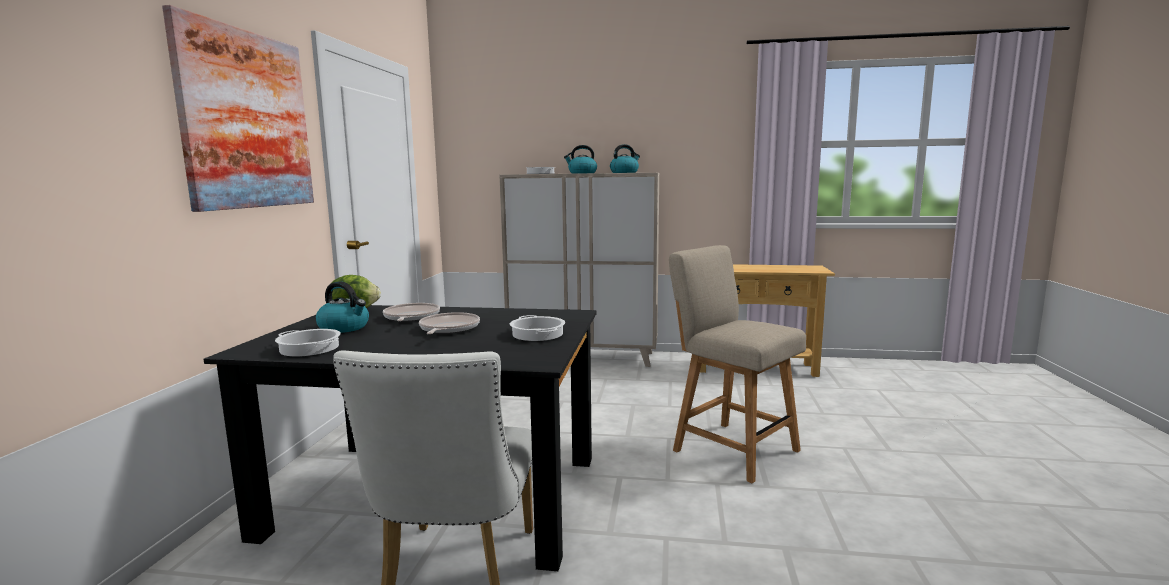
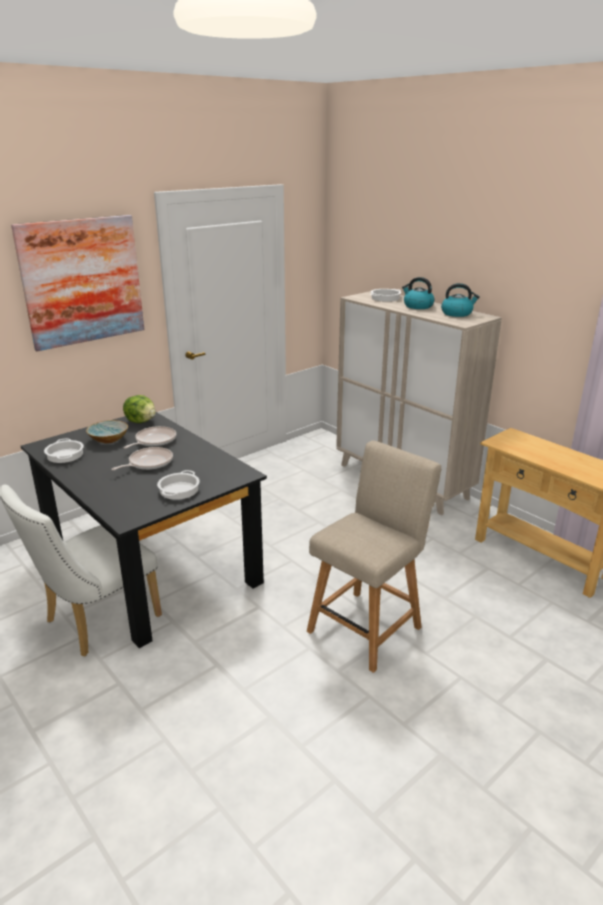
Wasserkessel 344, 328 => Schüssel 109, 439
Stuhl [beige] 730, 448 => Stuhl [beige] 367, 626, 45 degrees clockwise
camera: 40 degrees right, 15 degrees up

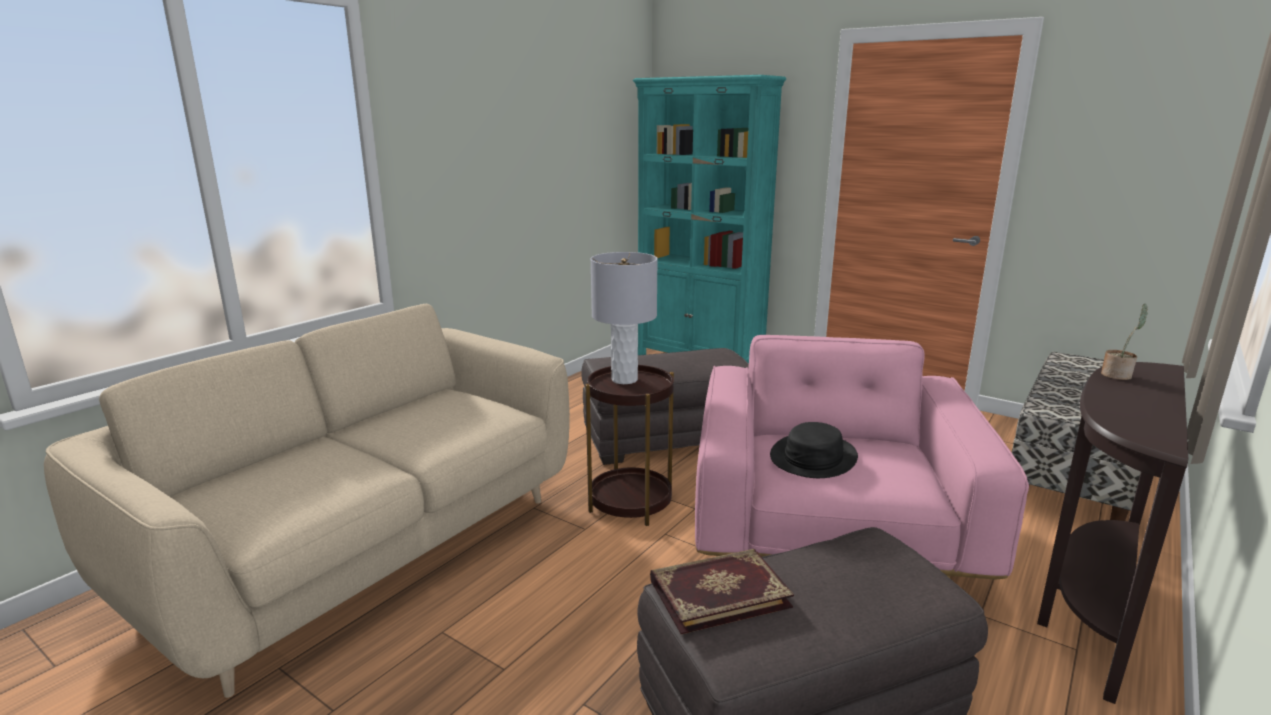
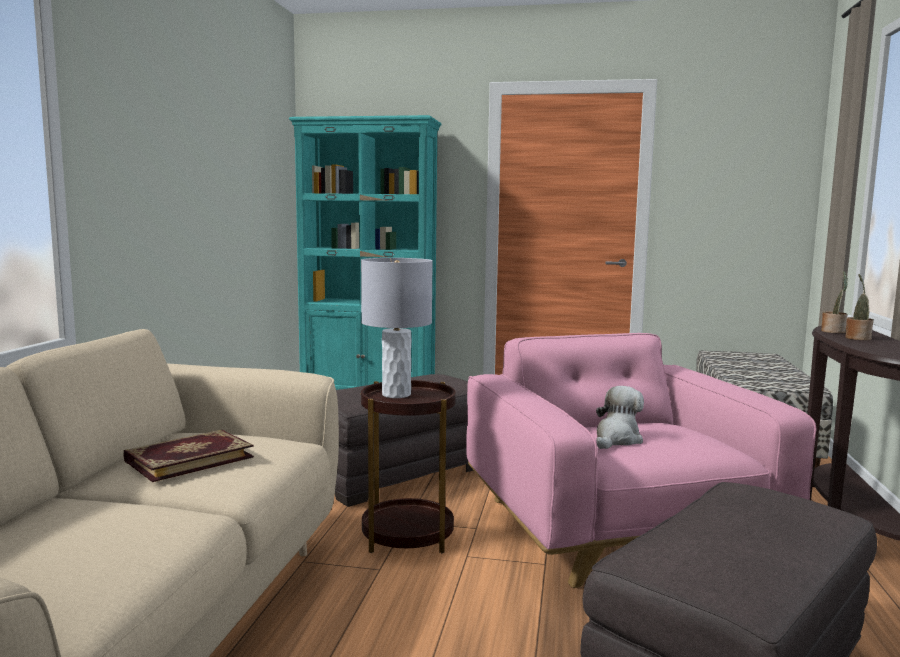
Buch 718, 592 => Buch 188, 458, moved
Hut [schwarz] 813, 457 => Plüschtier 616, 439
nothing => Topfpflanze 857, 338
camera: 25 degrees left, 10 degrees down

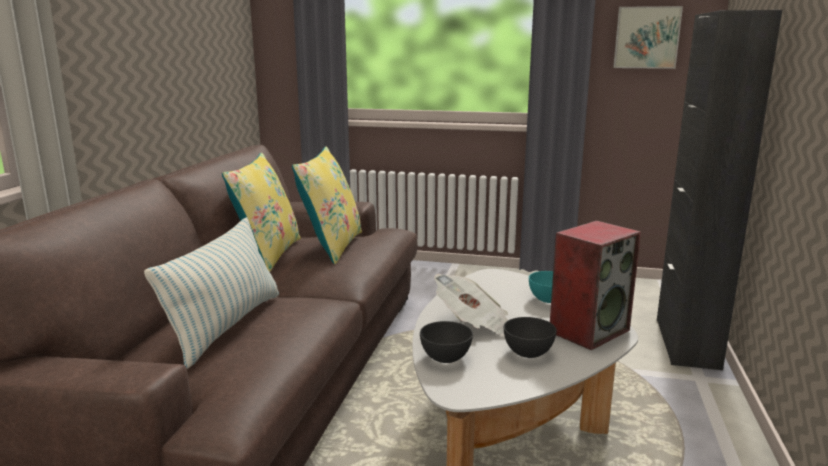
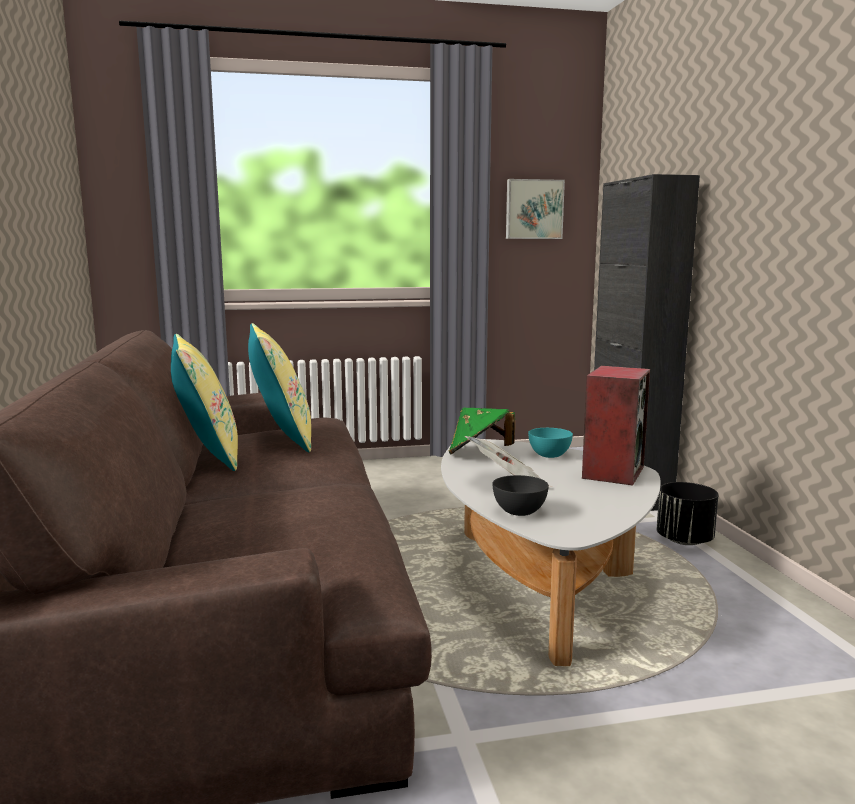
nothing => Hut [grün] 479, 453
nothing => Pflanzkübel [schwarz] 684, 540
Kissen 226, 326 => nothing
Schüssel [grau] 528, 353 => nothing
camera: 25 degrees left, 5 degrees down

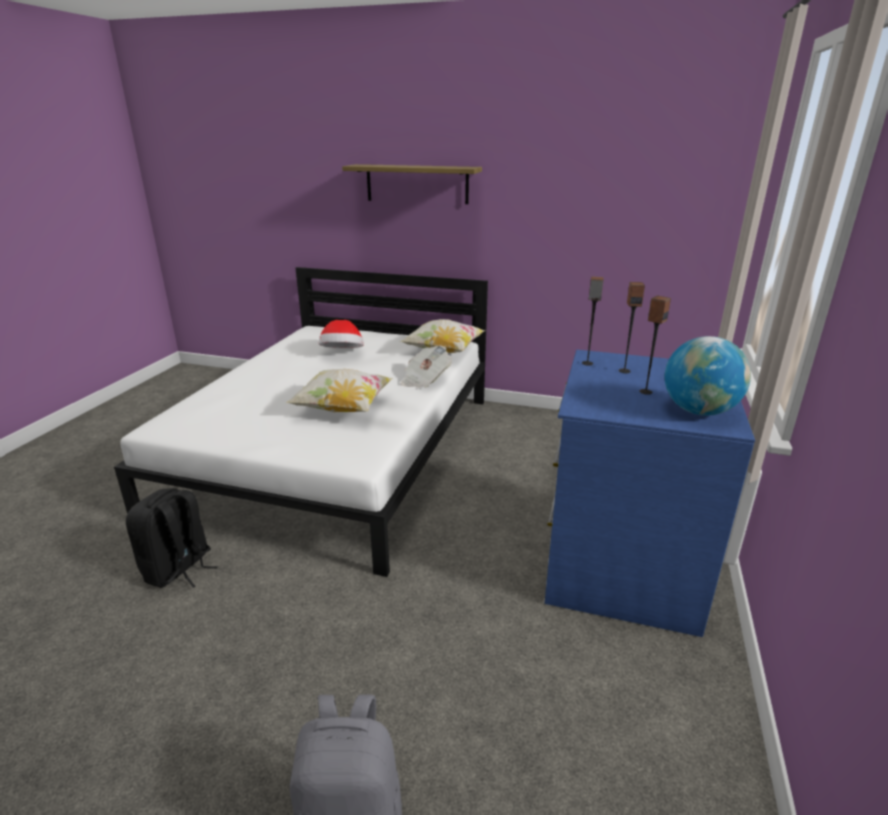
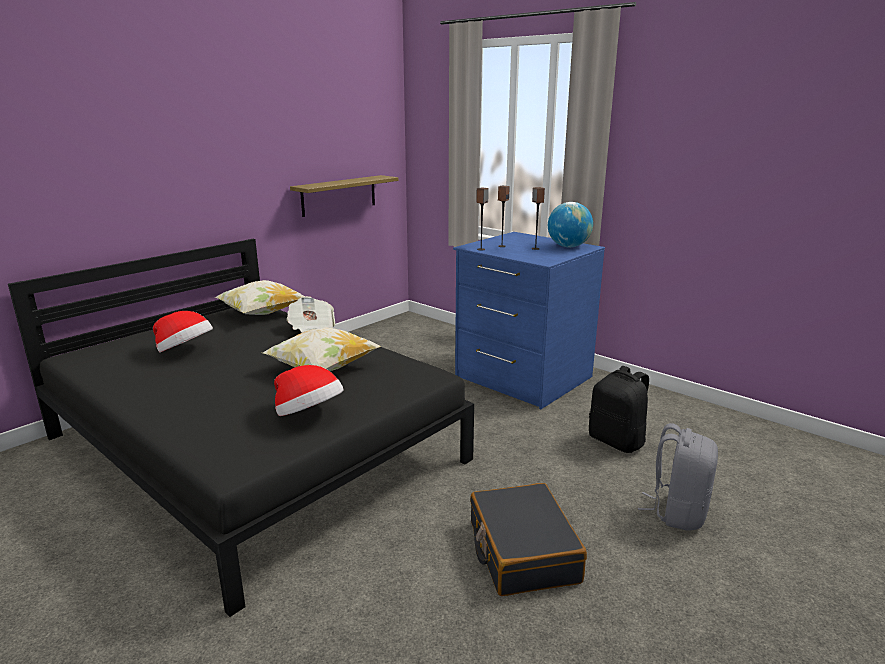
Bett [weiß] 339, 451 => Bett [schwarz] 254, 447
nothing => Hut 309, 415
Wandregal 417, 184 => Wandregal 339, 195, moved
nothing => Koffer [schwarz] 522, 551
Rucksack [schwarz] 178, 569 => Rucksack [schwarz] 617, 441, moved
camera: 65 degrees left, 5 degrees down

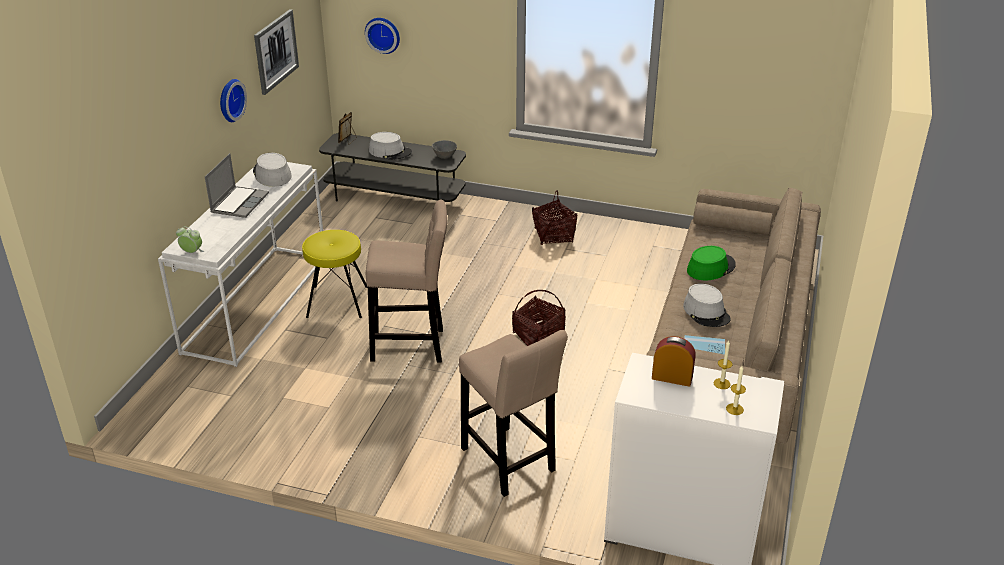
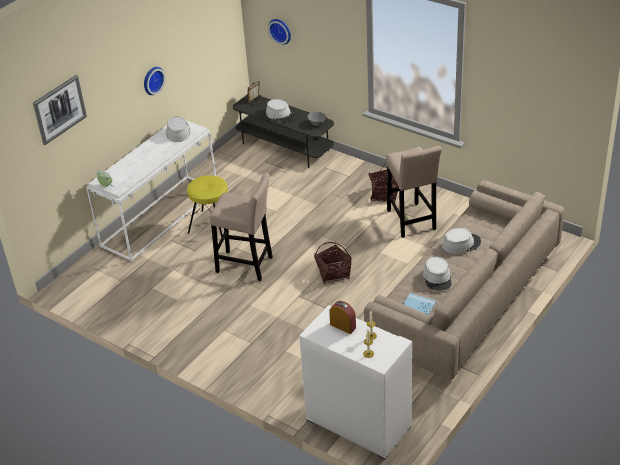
Bild 275, 51 => Bild 59, 109, moved
Hocker [beige] 509, 463 => Hocker [beige] 411, 222, moved
Hut [grün] 710, 268 => Hut [grau] 461, 244
Laptop 239, 203 => nothing
camera: 20 degrees right, 5 degrees up

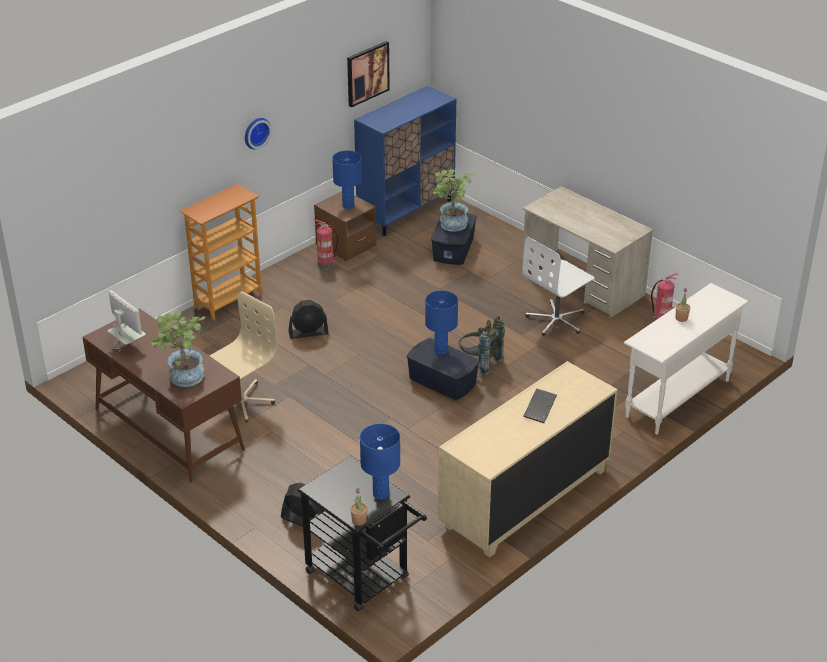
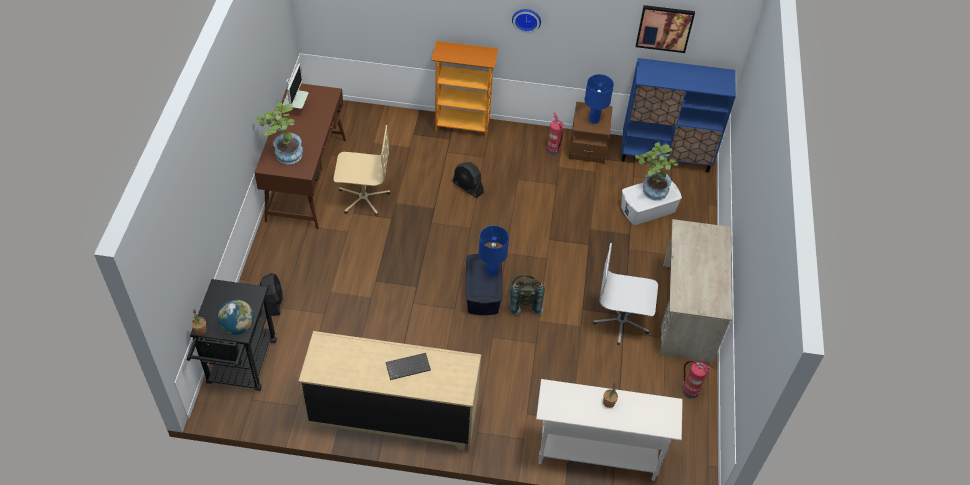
Tischlampe [blau] 381, 494 => Globus 238, 326
Aufbewahrungsbox [blau] 454, 249 => Aufbewahrungsbox [weiß] 648, 209
camera: 50 degrees right, 15 degrees up

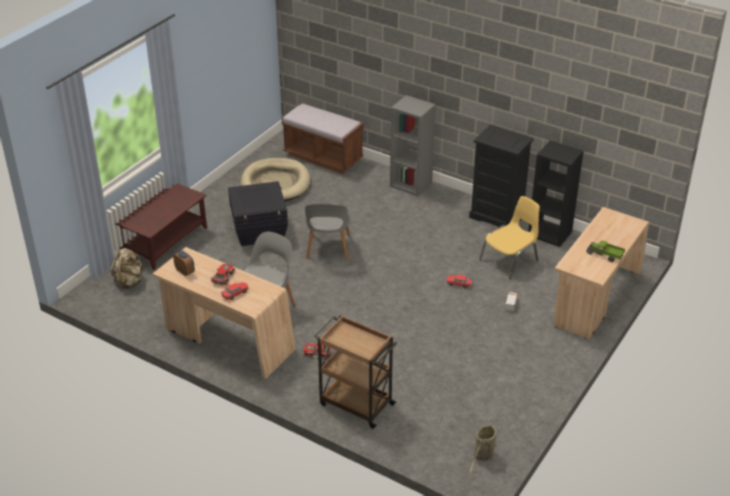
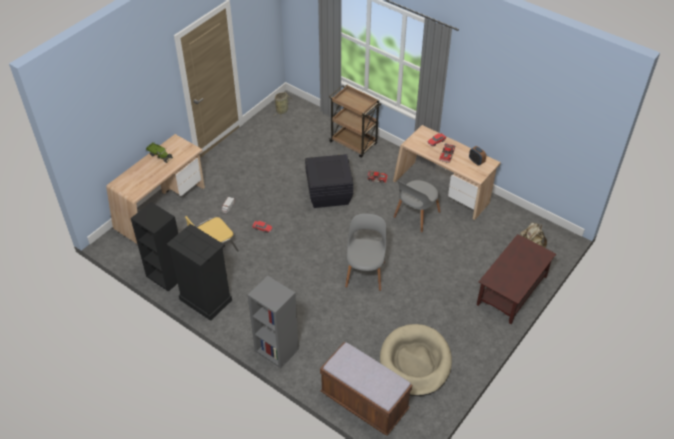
Aufbewahrungsbox [schwarz] 260, 231 => Aufbewahrungsbox [schwarz] 328, 193, moved
camera: 175 degrees left, 10 degrees up

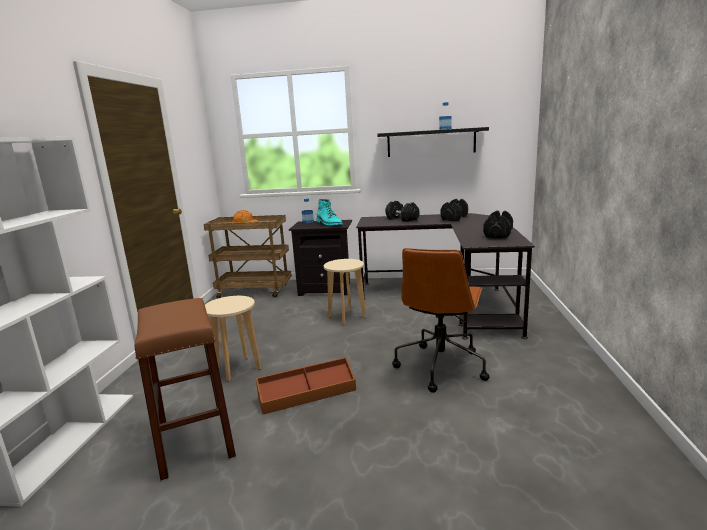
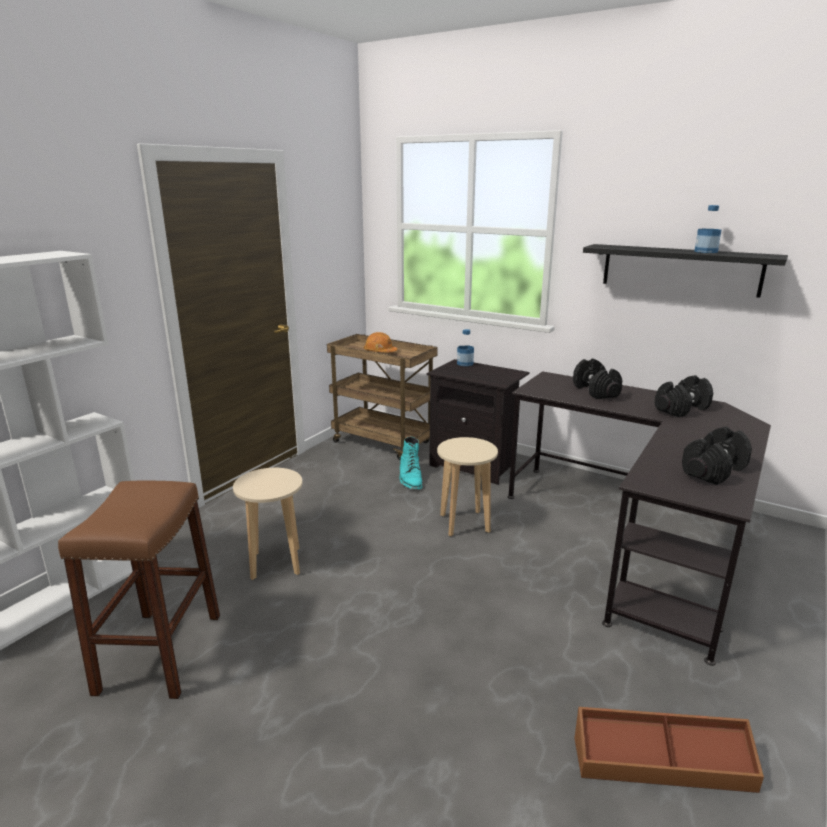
Stiefel [türkis] 329, 224 => Stiefel [türkis] 410, 478, moved
Aufbewahrungsbox [braun] 307, 394 => Aufbewahrungsbox [braun] 661, 762, moved
Bürostuhl [braun] 440, 366 => nothing
camera: 25 degrees right, 5 degrees up

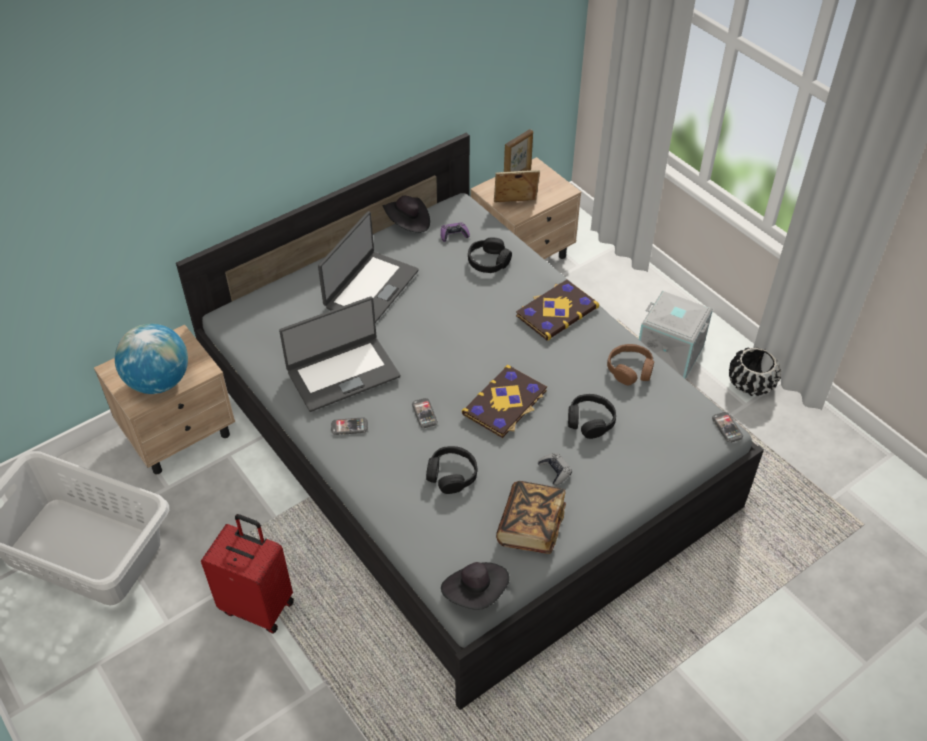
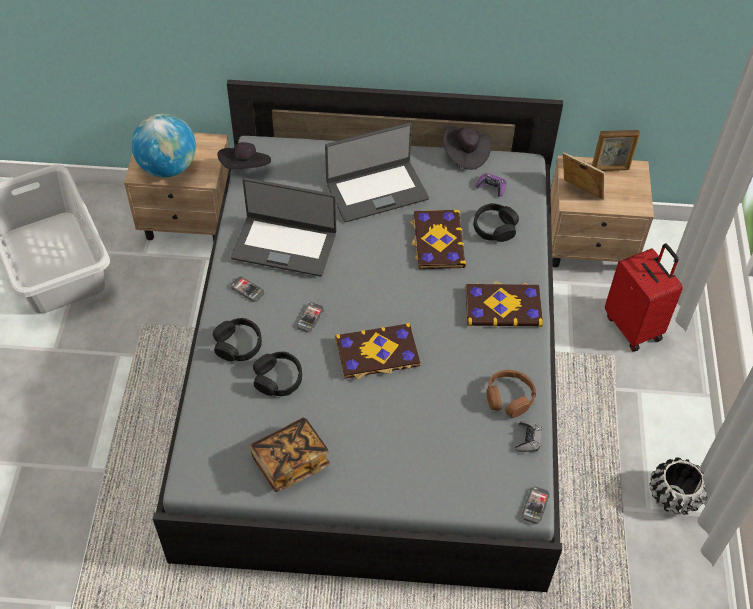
Kopfhörer [schwarz] 590, 421 => Kopfhörer [schwarz] 238, 345, moved
Hut [schwarz] 476, 593 => Hut [schwarz] 246, 168, moved
nothing => Buch 437, 241
Gamepad [grau] 555, 470 => Gamepad [grau] 528, 439, moved
Koffer [rot] 259, 605 => Koffer [rot] 634, 327, moved
Aufbewahrungsbox [grau] 670, 353 => nothing
camera: 40 degrees right, 5 degrees up

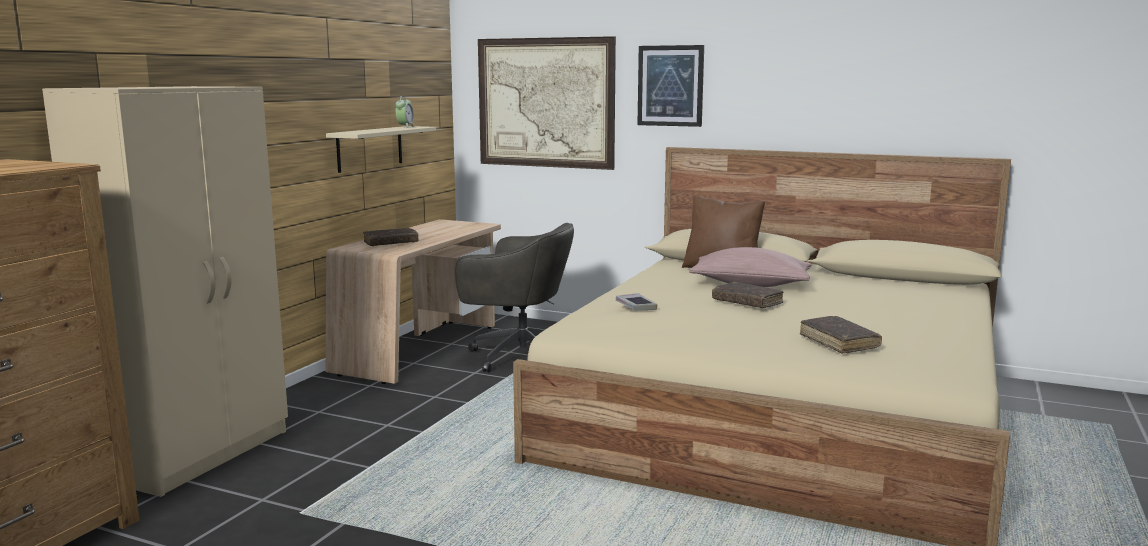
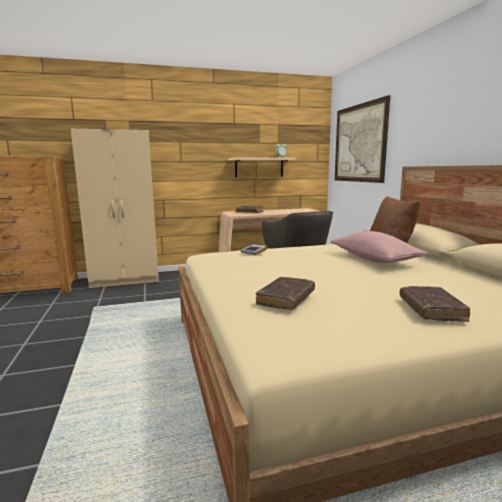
Buch [braun] 747, 302 => Buch [braun] 431, 310, moved
Bild 670, 86 => nothing
camera: 50 degrees right, 0 degrees up

